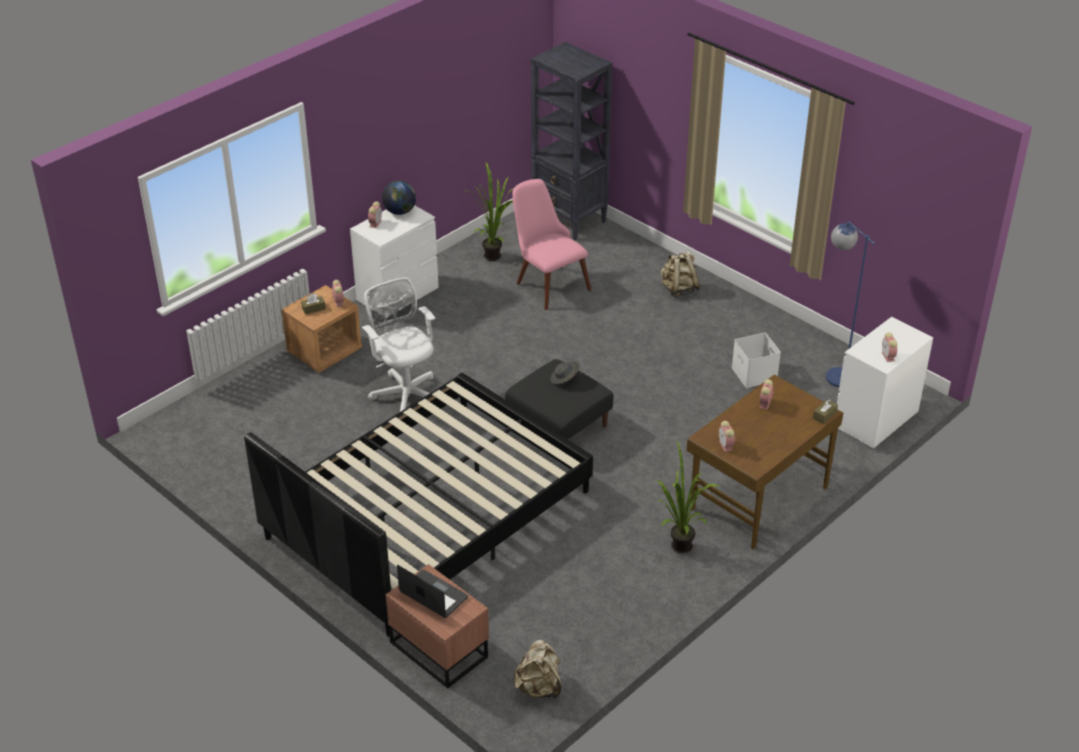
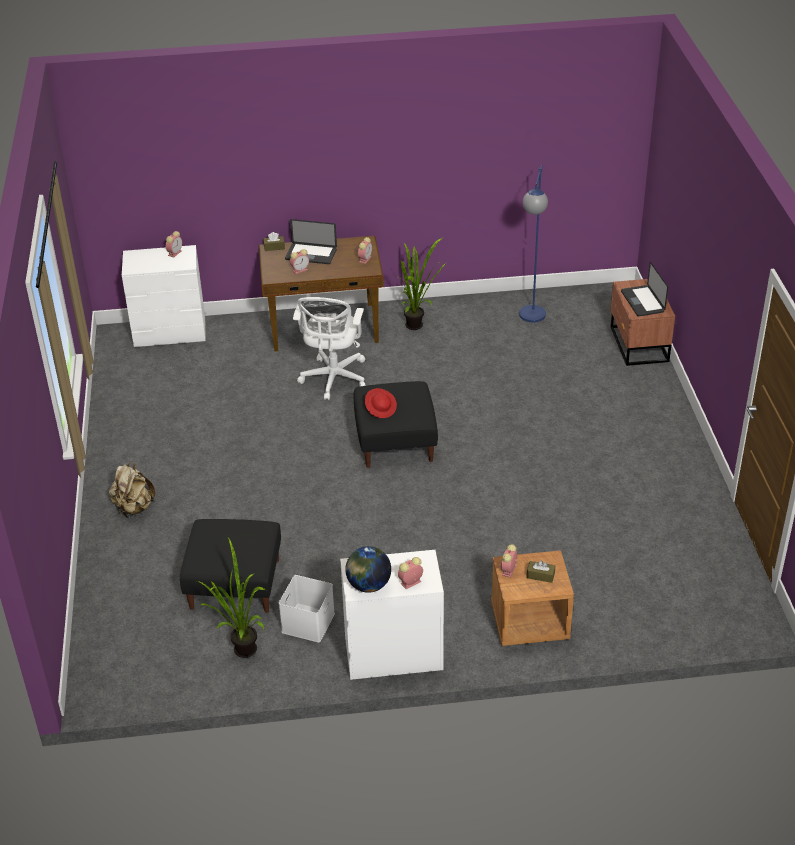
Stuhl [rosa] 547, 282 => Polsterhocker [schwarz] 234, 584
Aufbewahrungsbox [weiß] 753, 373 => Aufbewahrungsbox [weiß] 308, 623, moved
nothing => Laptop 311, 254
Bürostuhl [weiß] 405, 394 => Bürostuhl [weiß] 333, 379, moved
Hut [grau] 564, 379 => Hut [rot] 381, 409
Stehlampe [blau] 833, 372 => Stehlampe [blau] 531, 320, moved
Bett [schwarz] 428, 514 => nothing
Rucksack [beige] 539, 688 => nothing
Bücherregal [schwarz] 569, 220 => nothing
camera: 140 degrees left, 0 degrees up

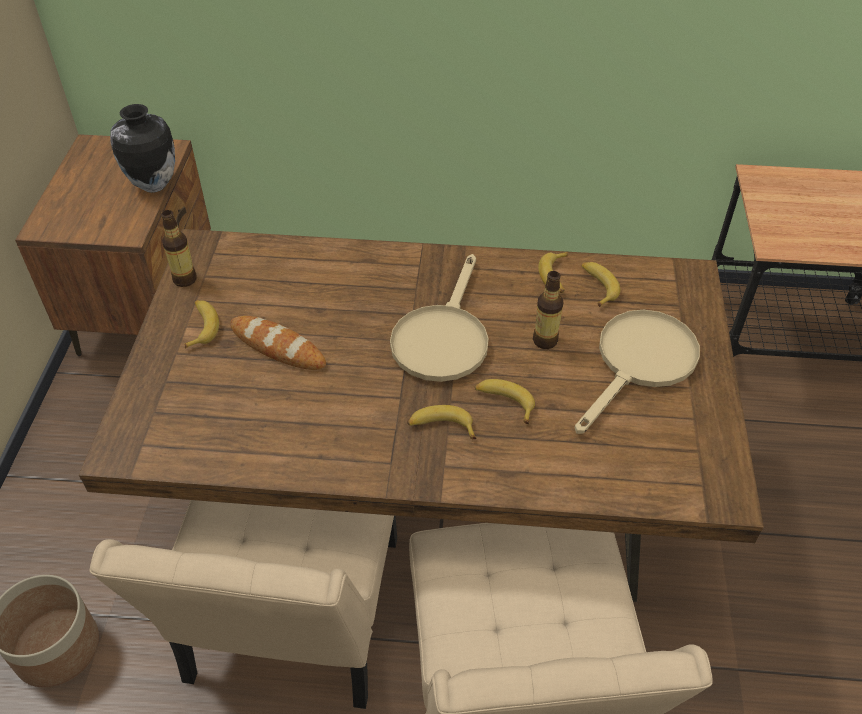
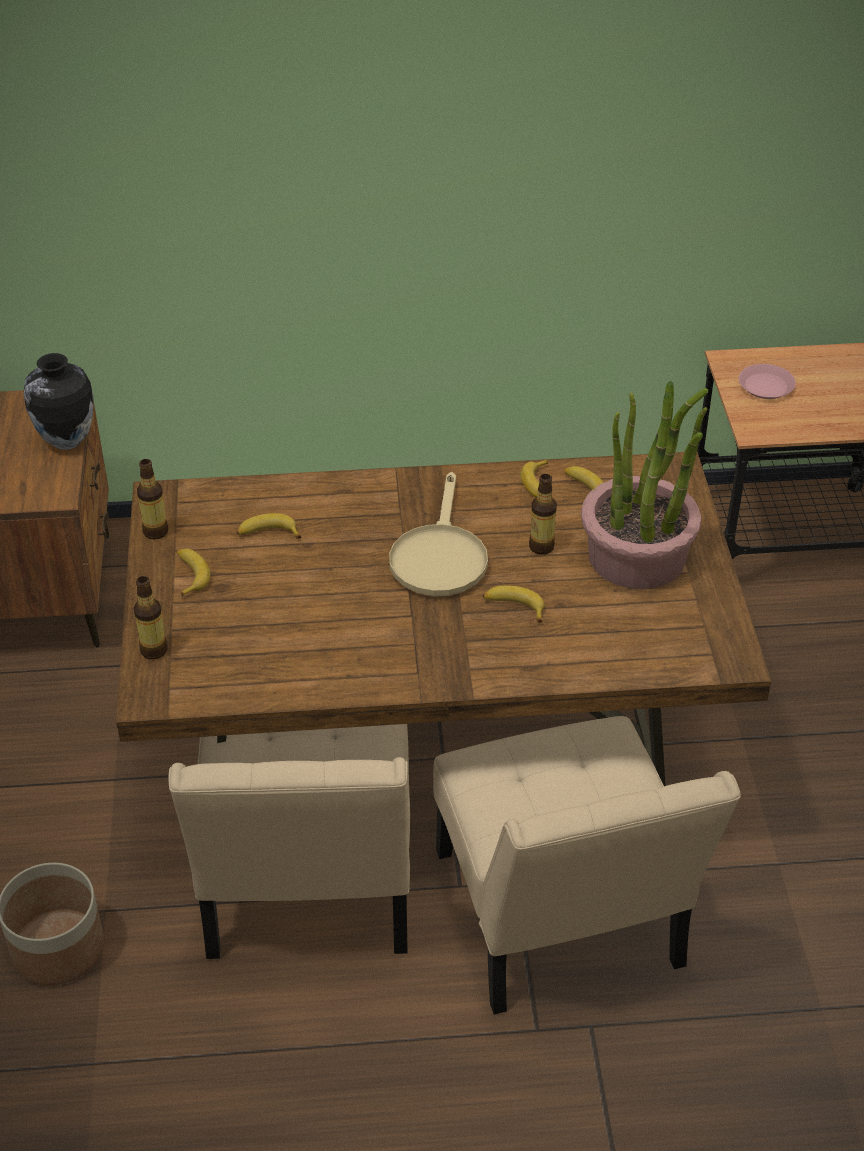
nothing => Flasche 154, 650
Banane 441, 427 => Banane 268, 533, moved
Pfanne [beige] 640, 363 => Topfpflanze 637, 556
nothing => Teller [rosa] 765, 386
Brot 277, 347 => nothing
camera: 10 degrees left, 5 degrees down

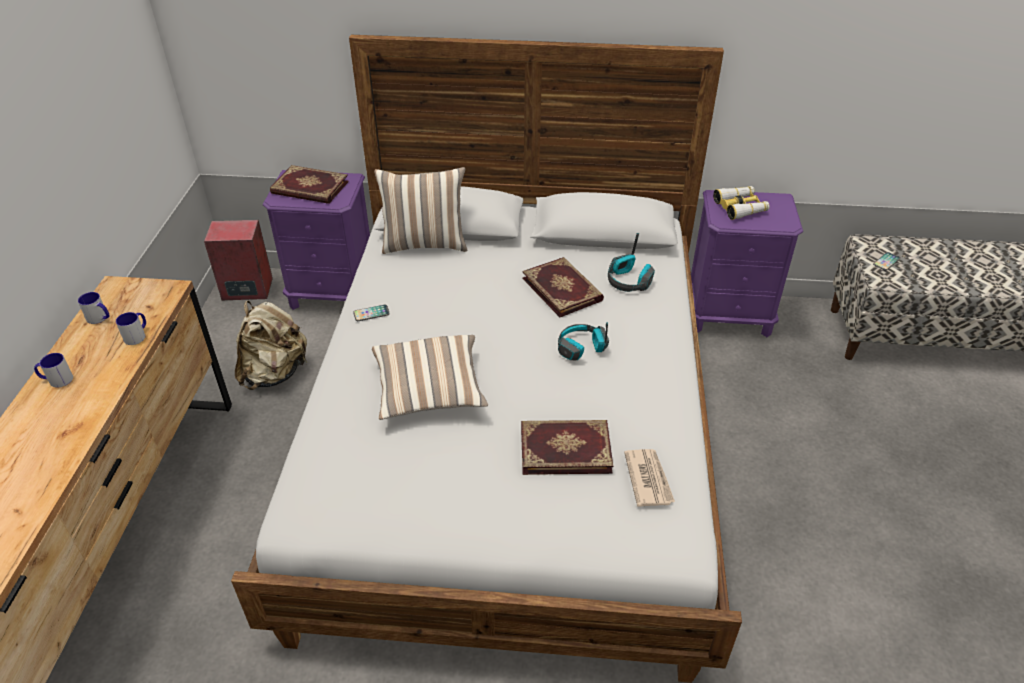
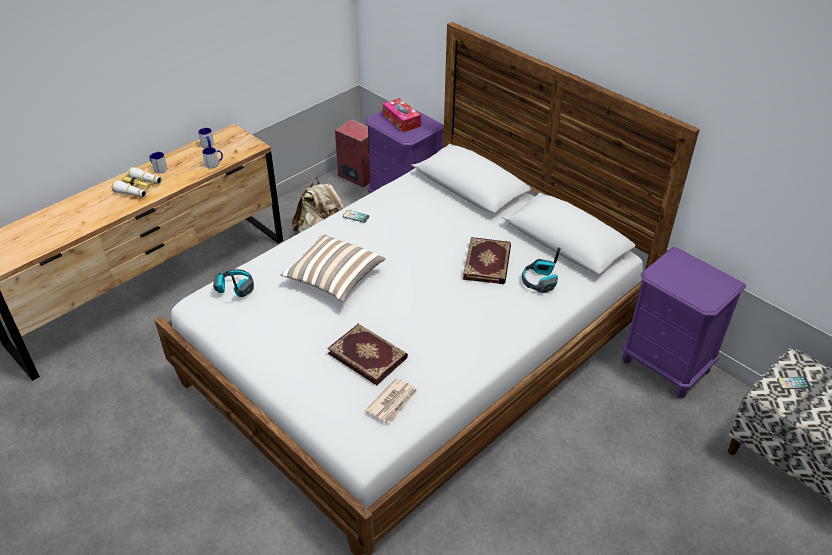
Fernglas 740, 207 => Fernglas 139, 188, moved
Kopfhörer 581, 348 => Kopfhörer 235, 288, moved
Buch 309, 188 => Taschentuchbox 401, 120
Kissen 425, 243 => nothing
camera: 40 degrees right, 0 degrees up

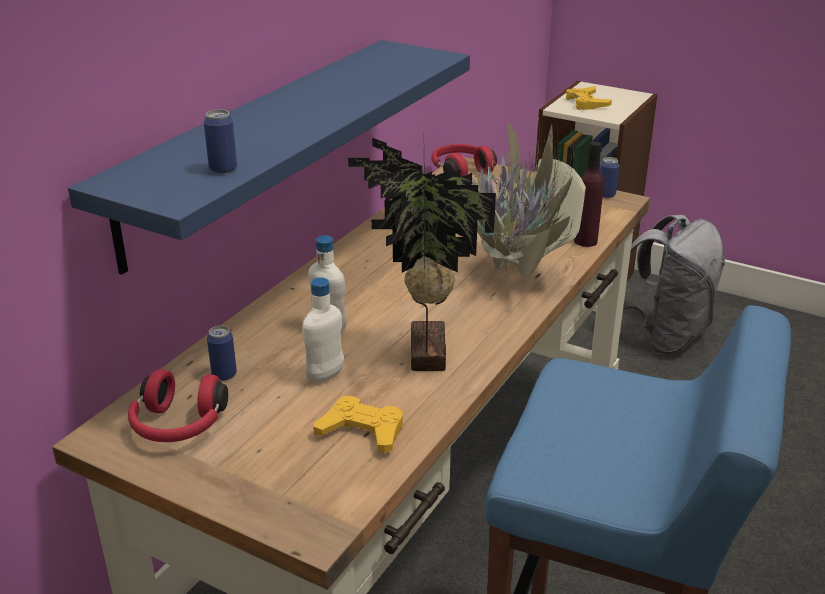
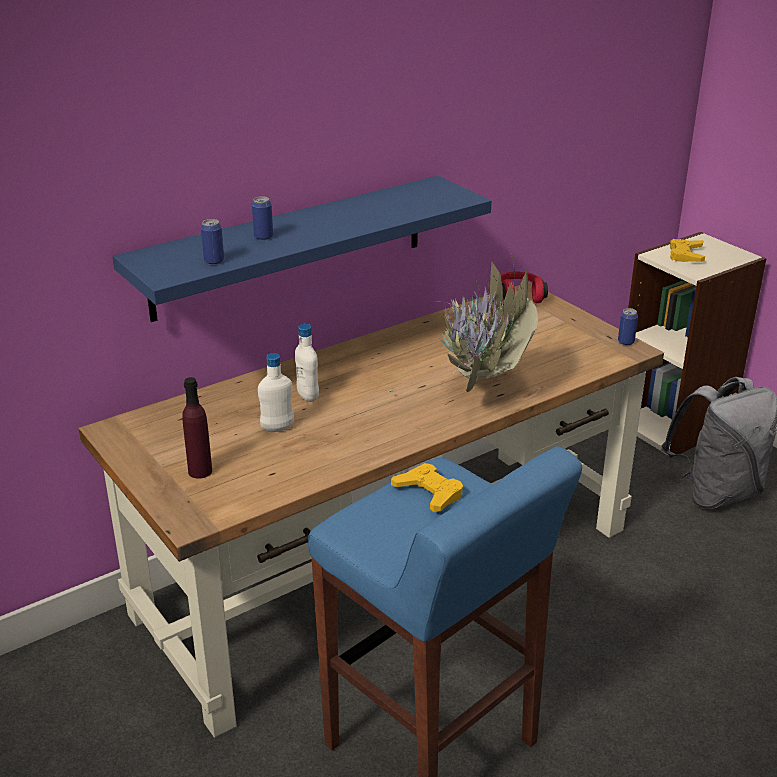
Flasche [lila] 585, 241 => Flasche [lila] 200, 471, moved
Dose 224, 374 => Dose 263, 237, moved
Gamepad [gelb] 362, 431 => Gamepad [gelb] 429, 493, moved
Kopfhörer [rot] 178, 426 => nothing
Topfpflanze 423, 353 => nothing
camera: 25 degrees right, 0 degrees up

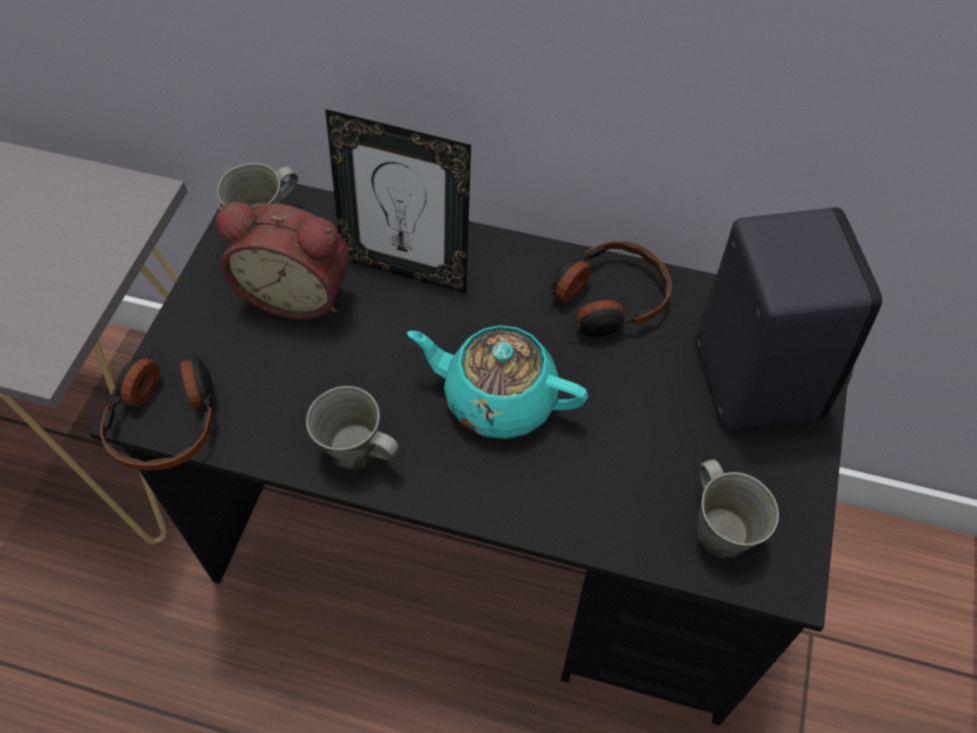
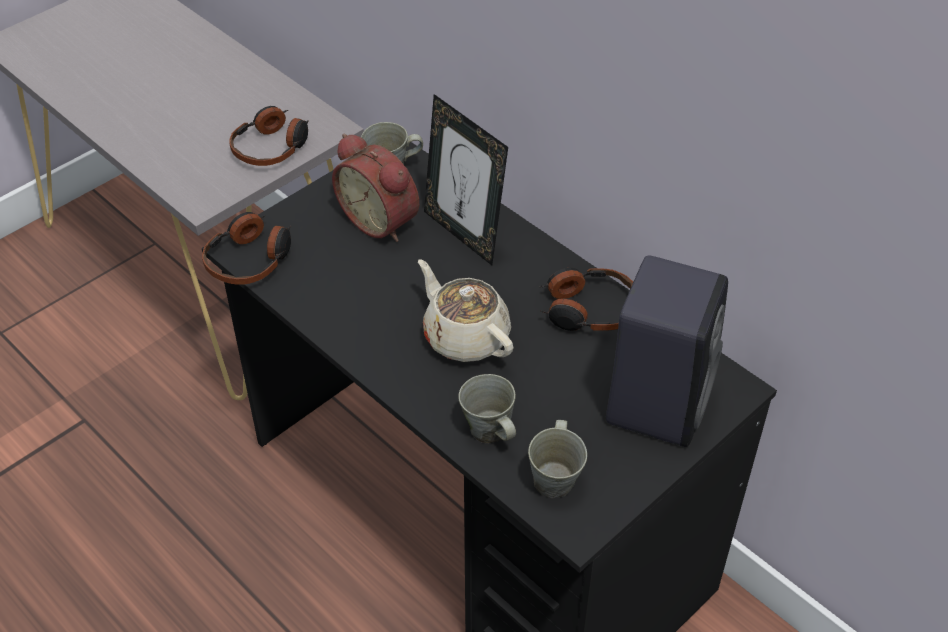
nothing => Kopfhörer 272, 147
Teekanne [türkis] 498, 398 => Teekanne [beige] 465, 336
Henkelbecher [grau] 357, 451 => Henkelbecher [grau] 490, 431, moved
camera: 30 degrees right, 10 degrees down

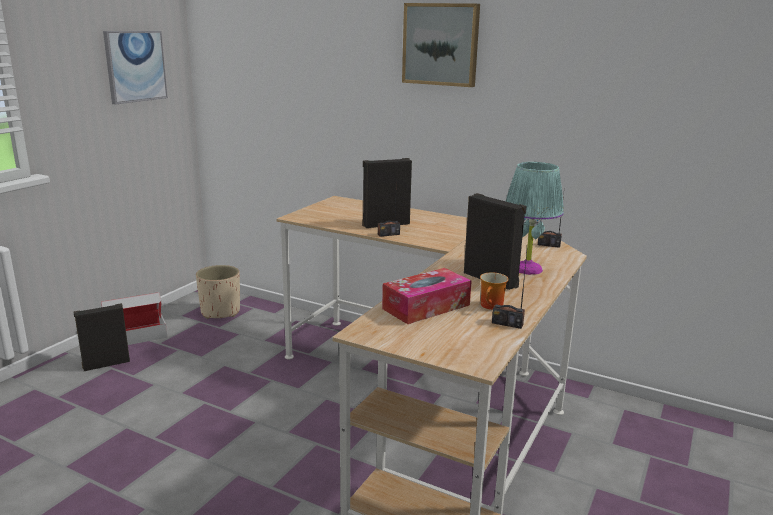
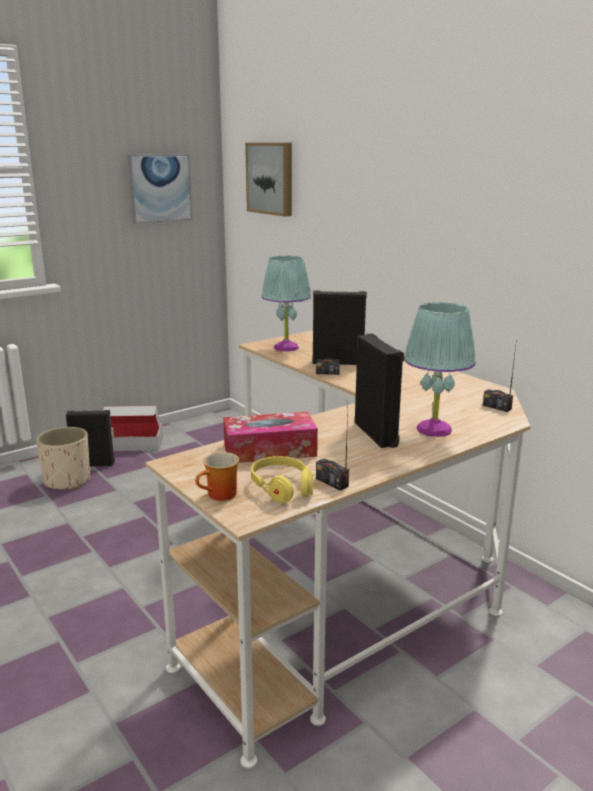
Pflanzkübel [beige] 221, 312 => Pflanzkübel [beige] 68, 481, moved
Henkelbecher 492, 306 => Henkelbecher 220, 496, moved
Bild 441, 44 => Bild 271, 178, moved
nothing => Kopfhörer [gelb] 282, 487
nothing => Tischlampe [türkis] 286, 347
camera: 25 degrees right, 0 degrees up

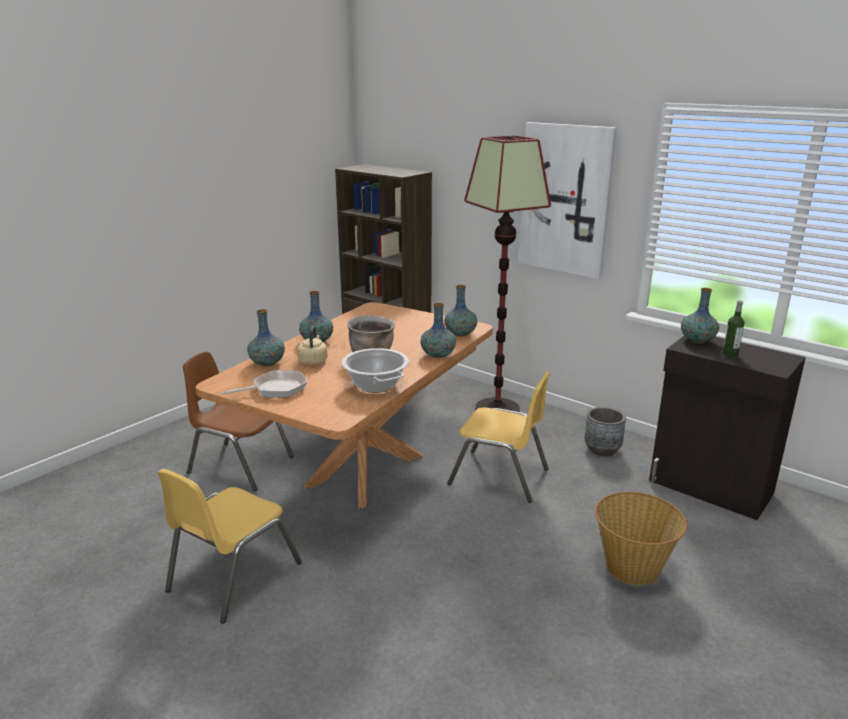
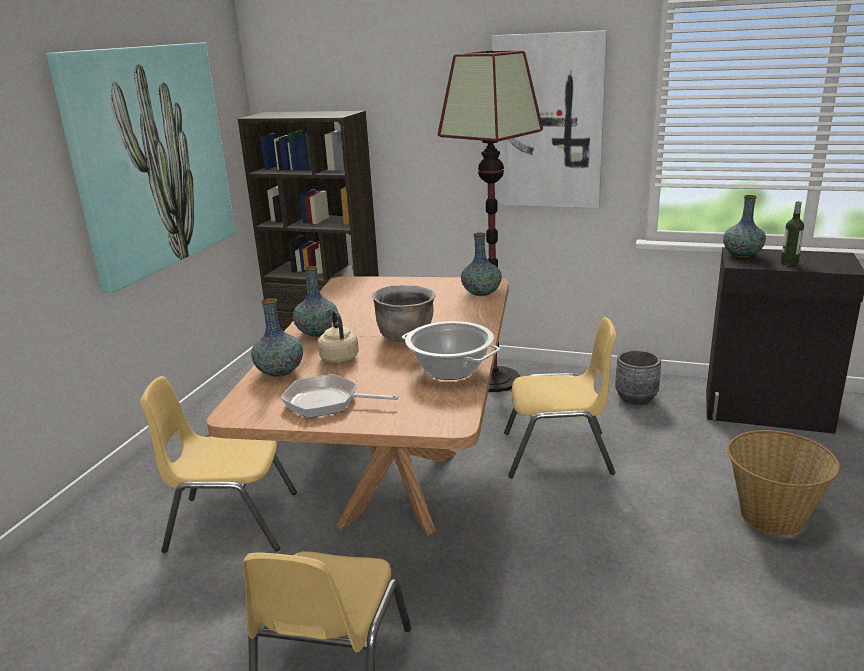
nothing => Bild 151, 159
Stuhl [braun] 240, 465 => Stuhl [gelb] 231, 522
Pfanne 276, 389 => Pfanne 327, 402, 120 degrees counterclockwise
Vase 438, 355 => nothing
camera: 20 degrees left, 0 degrees up

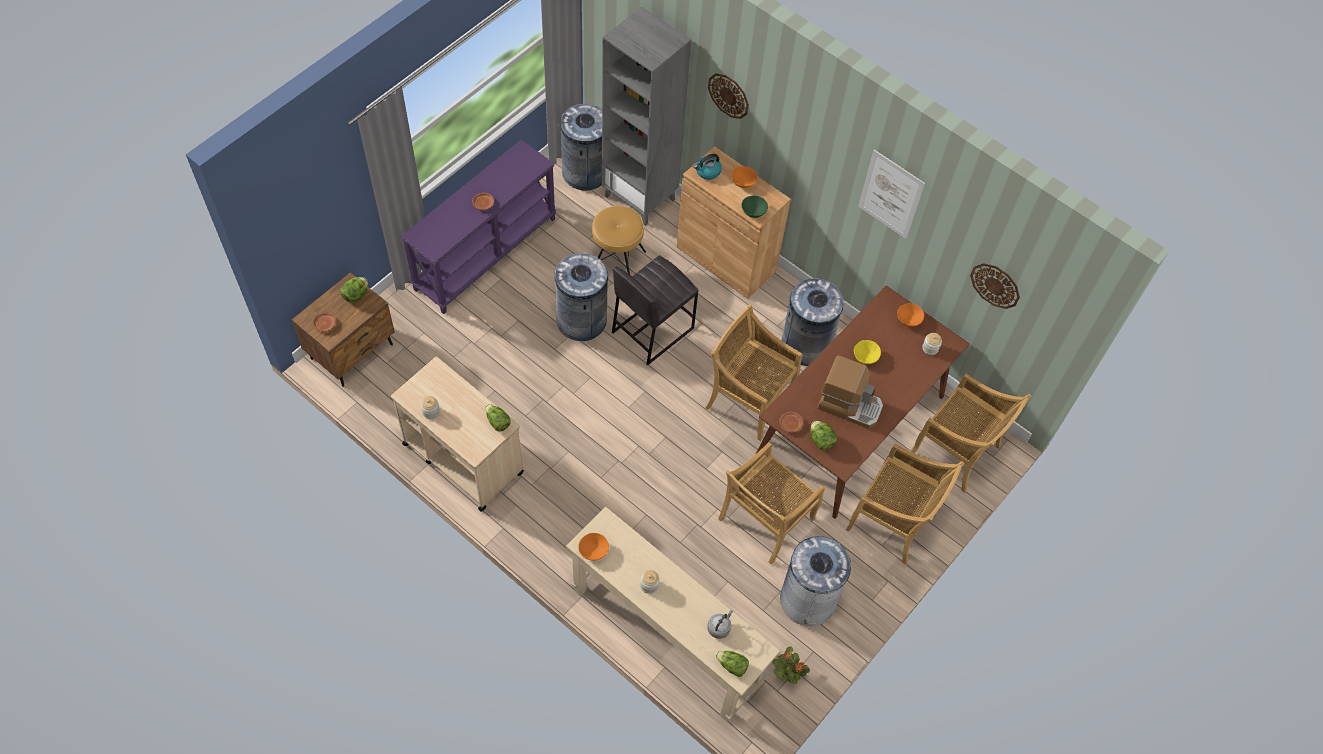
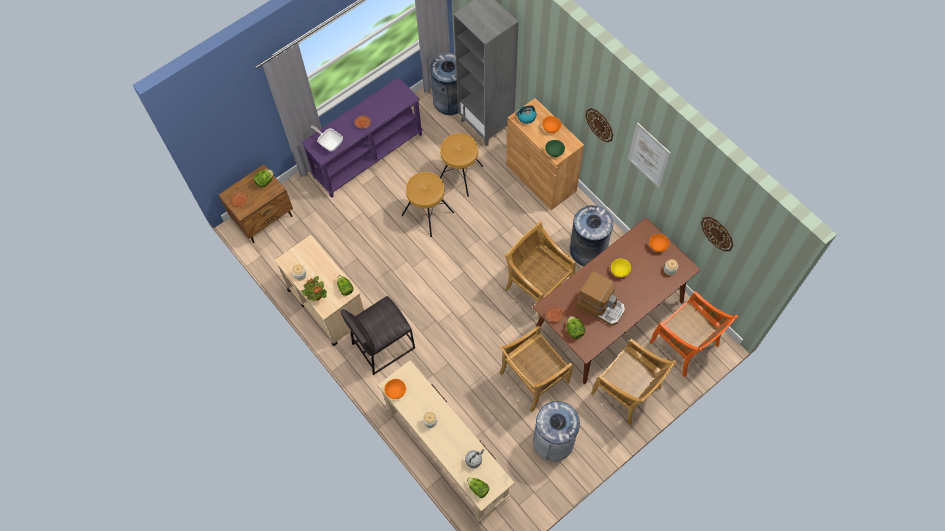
Topfpflanze 787, 674 => Topfpflanze 317, 296, moved
nothing => Pfanne 329, 143
Hocker [grau] 651, 330 => Hocker [grau] 382, 345, moved
Mülleimer [grau] 581, 320 => Hocker [braun] 428, 213
Wanduhr 728, 95 => Wanduhr 599, 124, moved
Stuhl [beige] 956, 451 => Stuhl [orange] 684, 345
camera: 15 degrees right, 5 degrees up

